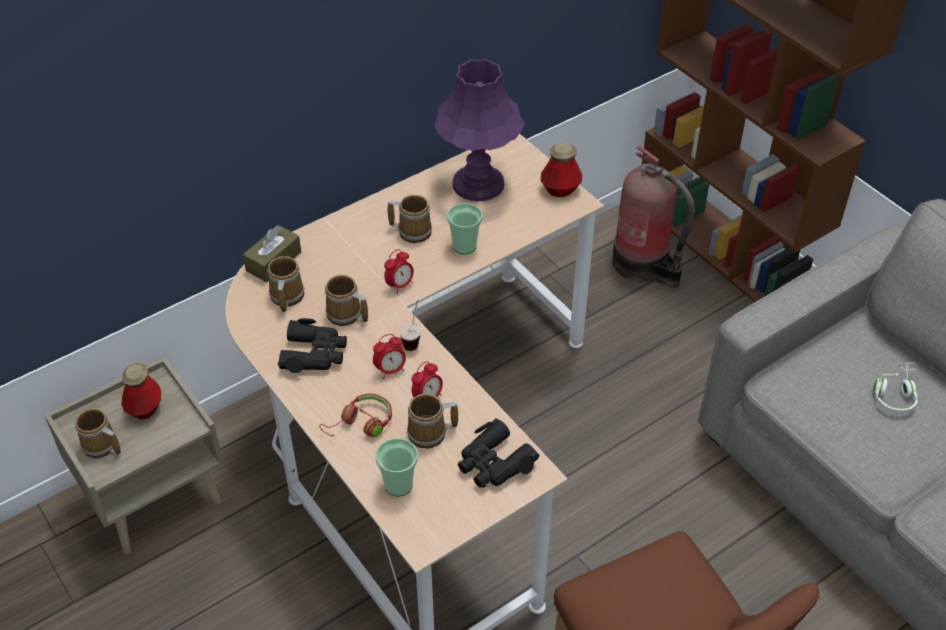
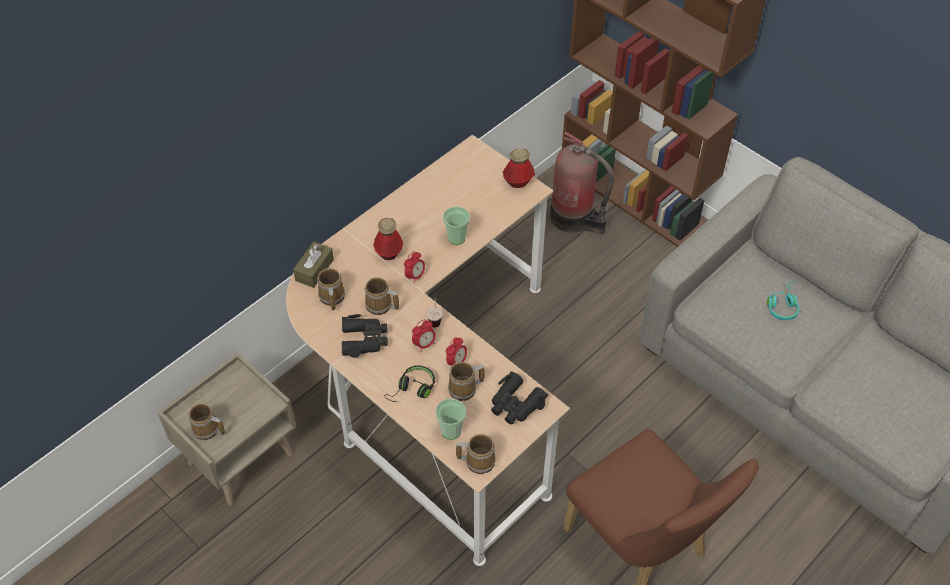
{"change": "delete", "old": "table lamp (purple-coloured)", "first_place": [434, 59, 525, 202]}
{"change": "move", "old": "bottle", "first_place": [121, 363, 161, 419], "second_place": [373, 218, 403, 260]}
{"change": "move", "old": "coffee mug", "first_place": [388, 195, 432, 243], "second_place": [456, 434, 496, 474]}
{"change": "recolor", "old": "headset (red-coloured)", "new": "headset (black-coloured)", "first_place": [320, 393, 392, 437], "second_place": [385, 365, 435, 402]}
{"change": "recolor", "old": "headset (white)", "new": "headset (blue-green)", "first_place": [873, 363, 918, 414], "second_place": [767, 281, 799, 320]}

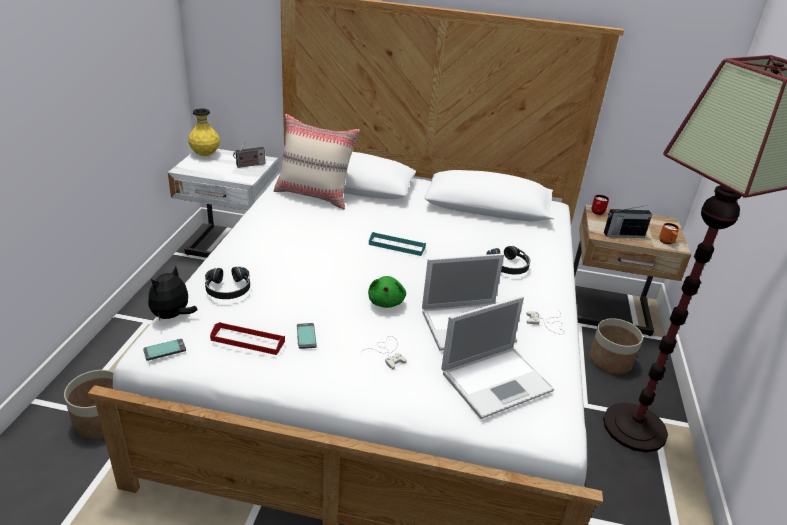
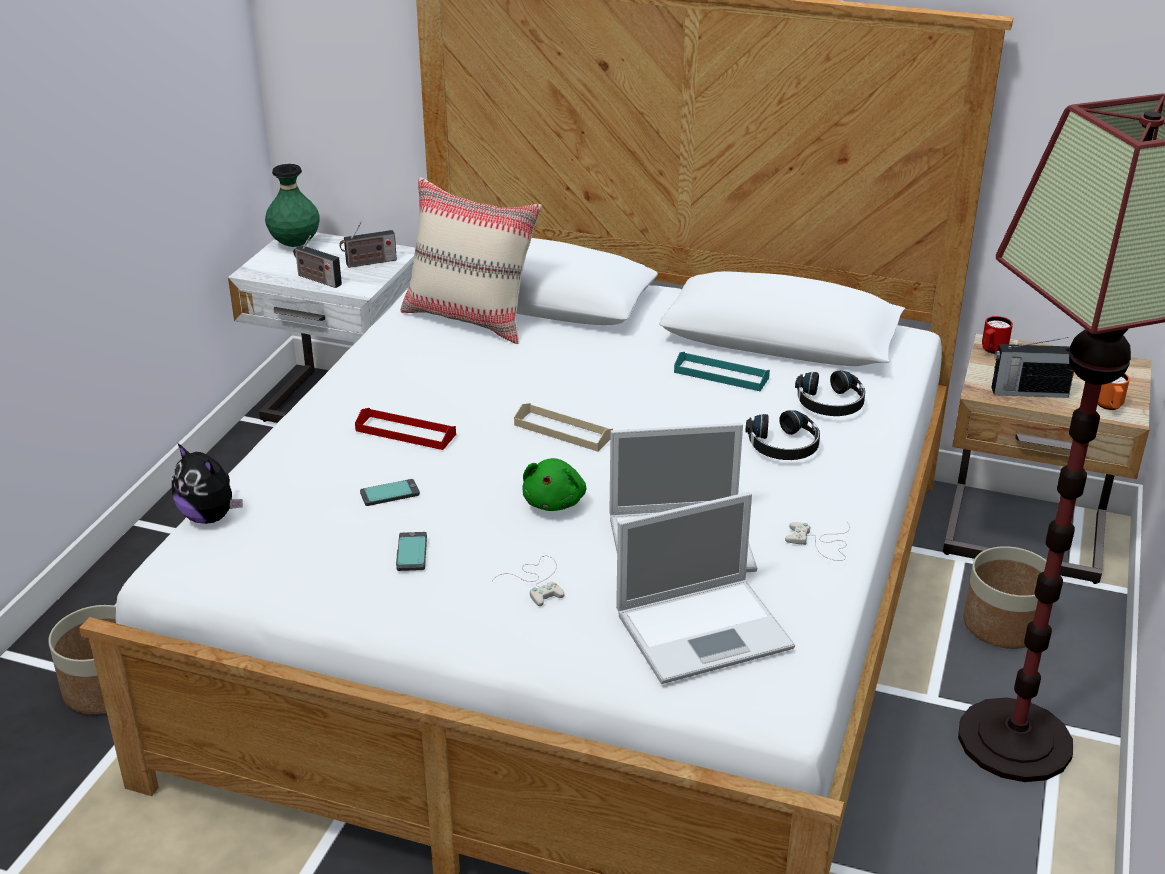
{"change": "insert", "new": "radio", "second_place": [293, 236, 342, 288]}
{"change": "insert", "new": "tray (beige-coloured)", "second_place": [514, 403, 613, 452]}
{"change": "move", "old": "phone", "first_place": [143, 339, 186, 361], "second_place": [360, 479, 420, 506]}
{"change": "move", "old": "headset (black-coloured)", "first_place": [205, 267, 250, 299], "second_place": [795, 371, 865, 416]}
{"change": "move", "old": "tray (red-coloured)", "first_place": [210, 322, 285, 355], "second_place": [355, 408, 456, 450]}
{"change": "move", "old": "tray (blue-green)", "first_place": [369, 232, 426, 256], "second_place": [674, 352, 770, 391]}
{"change": "recolor", "old": "flower vase (yellow-coloured)", "new": "flower vase (greenish)", "first_place": [188, 108, 220, 156], "second_place": [265, 164, 320, 247]}
{"change": "rotate", "old": "soft toy", "first_place": [148, 265, 197, 319], "second_place": [172, 443, 243, 524], "degrees": -90}

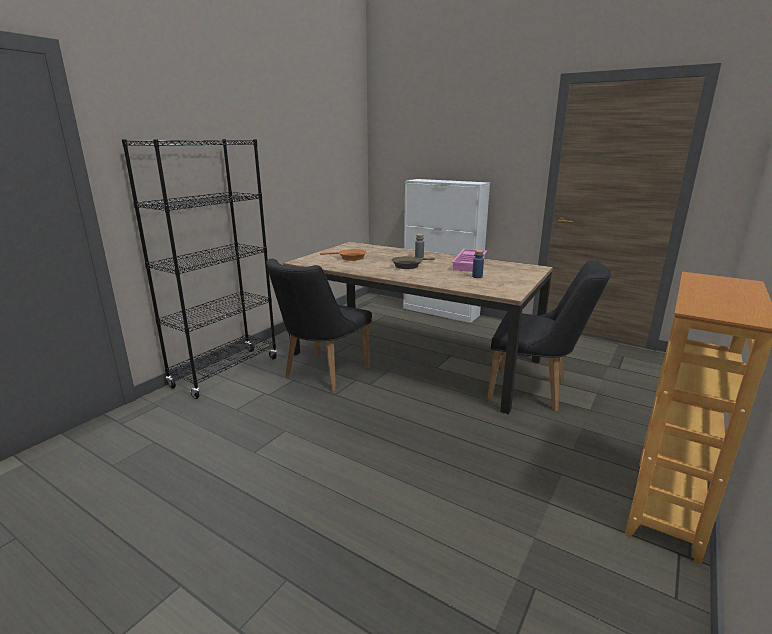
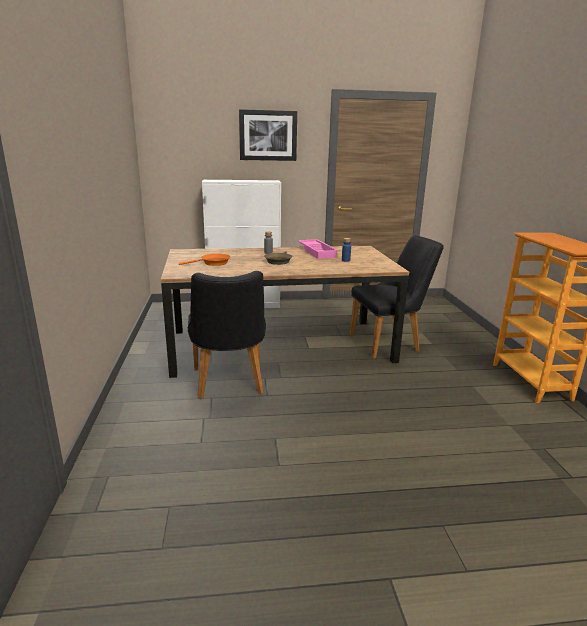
{"change": "delete", "old": "shelving unit (black-coloured)", "first_place": [122, 139, 277, 399]}
{"change": "insert", "new": "wall art", "second_place": [239, 109, 297, 161]}

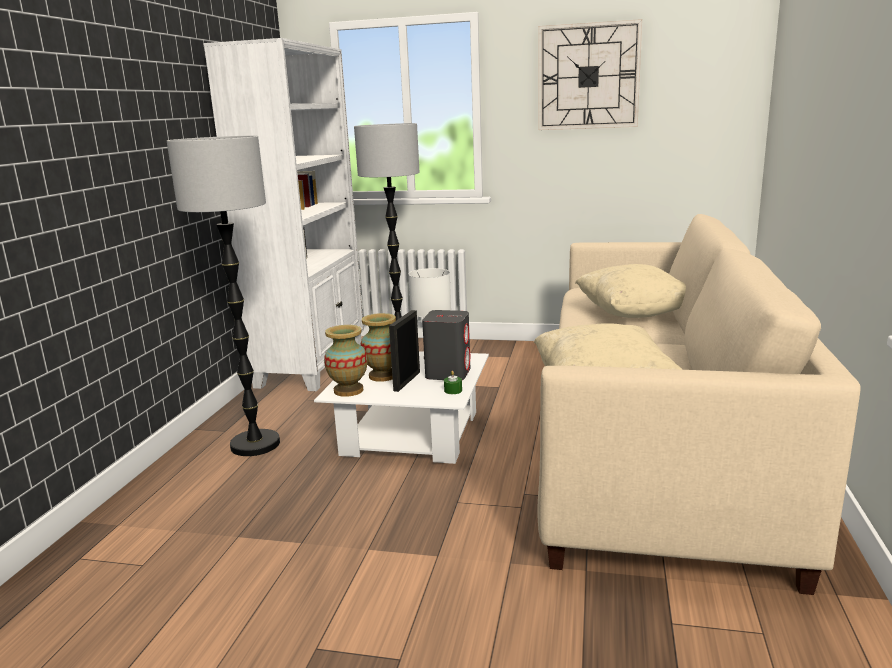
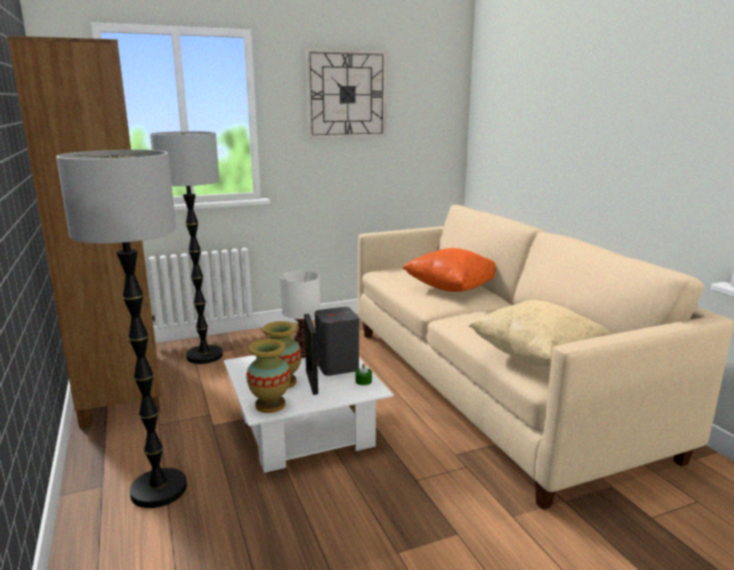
{"change": "recolor", "old": "shelving unit (white)", "new": "shelving unit (brownish)", "first_place": [203, 38, 364, 391], "second_place": [7, 36, 162, 428]}
{"change": "recolor", "old": "throw pillow (beige-coloured)", "new": "throw pillow (orange)", "first_place": [575, 264, 686, 318], "second_place": [402, 248, 496, 292]}

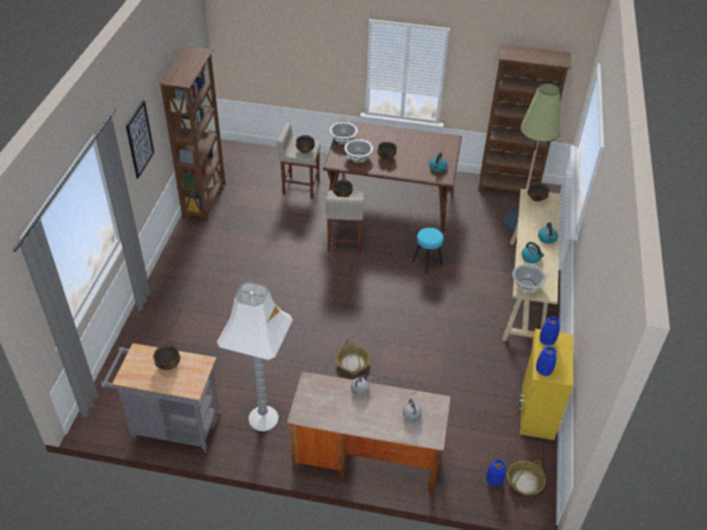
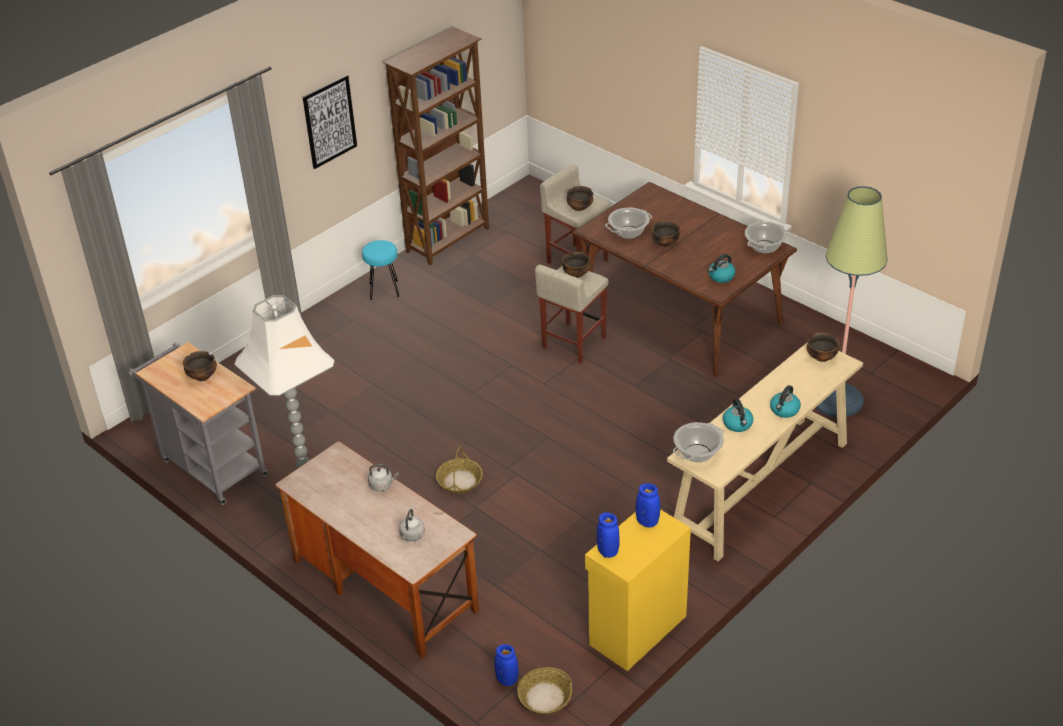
{"change": "delete", "old": "shelving unit (brownish)", "first_place": [478, 44, 571, 192]}
{"change": "move", "old": "saucepot", "first_place": [330, 122, 358, 144], "second_place": [745, 222, 787, 254]}
{"change": "move", "old": "stool seat (blue-green)", "first_place": [412, 228, 444, 273], "second_place": [362, 240, 400, 300]}

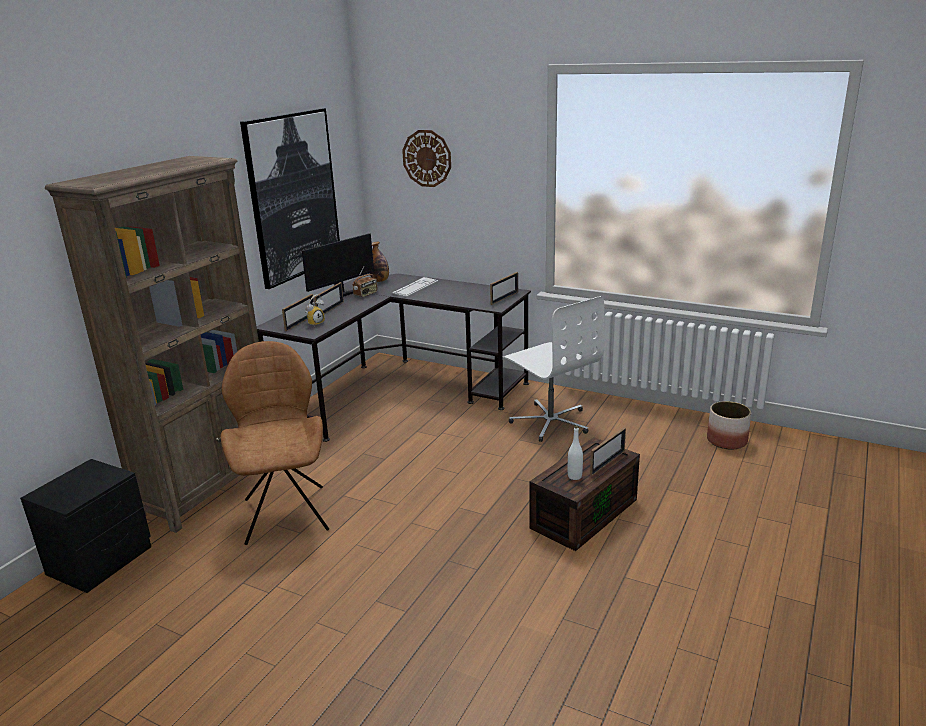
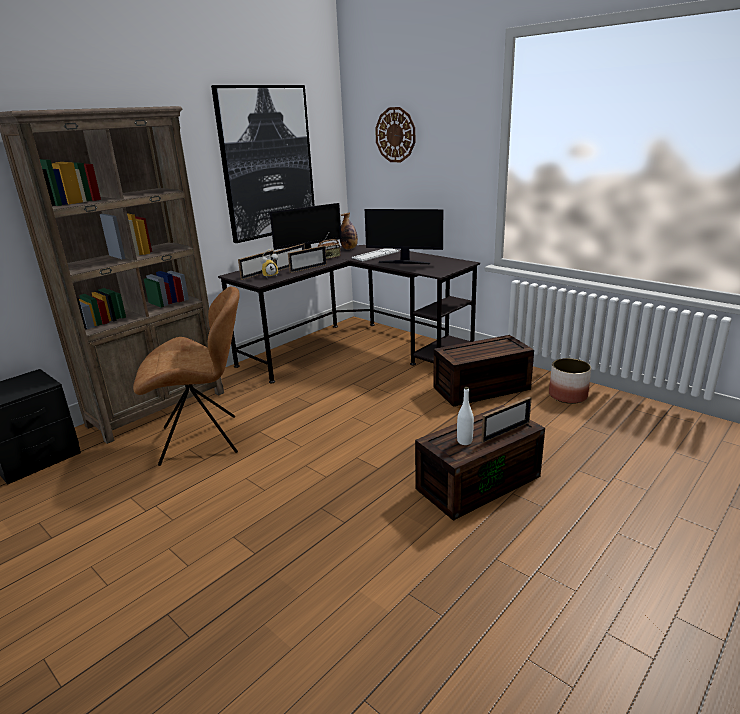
{"change": "insert", "new": "computer screen", "second_place": [365, 209, 443, 264]}
{"change": "move", "old": "standing frame", "first_place": [490, 272, 518, 305], "second_place": [288, 246, 327, 273]}
{"change": "move", "old": "planter", "first_place": [707, 401, 751, 450], "second_place": [549, 358, 591, 404]}
{"change": "replace", "old": "computer chair (white)", "new": "storage container (brownish)", "first_place": [504, 296, 604, 442], "second_place": [433, 335, 534, 407]}
{"change": "rotate", "old": "upright chair (brownish)", "first_place": [220, 341, 329, 545], "second_place": [133, 287, 240, 466], "degrees": 75}

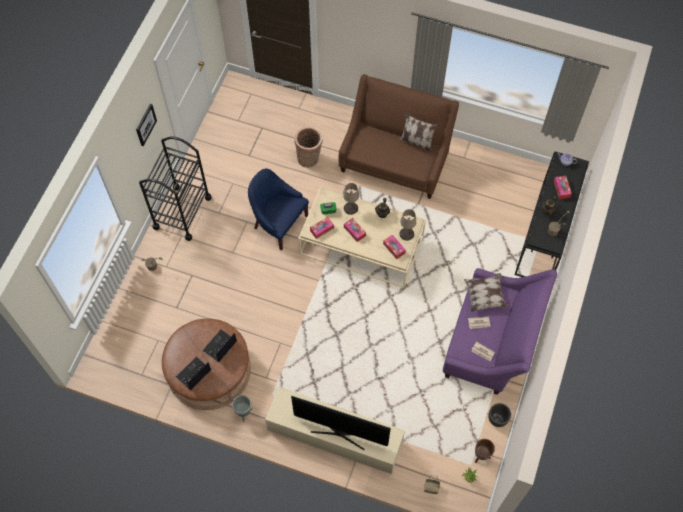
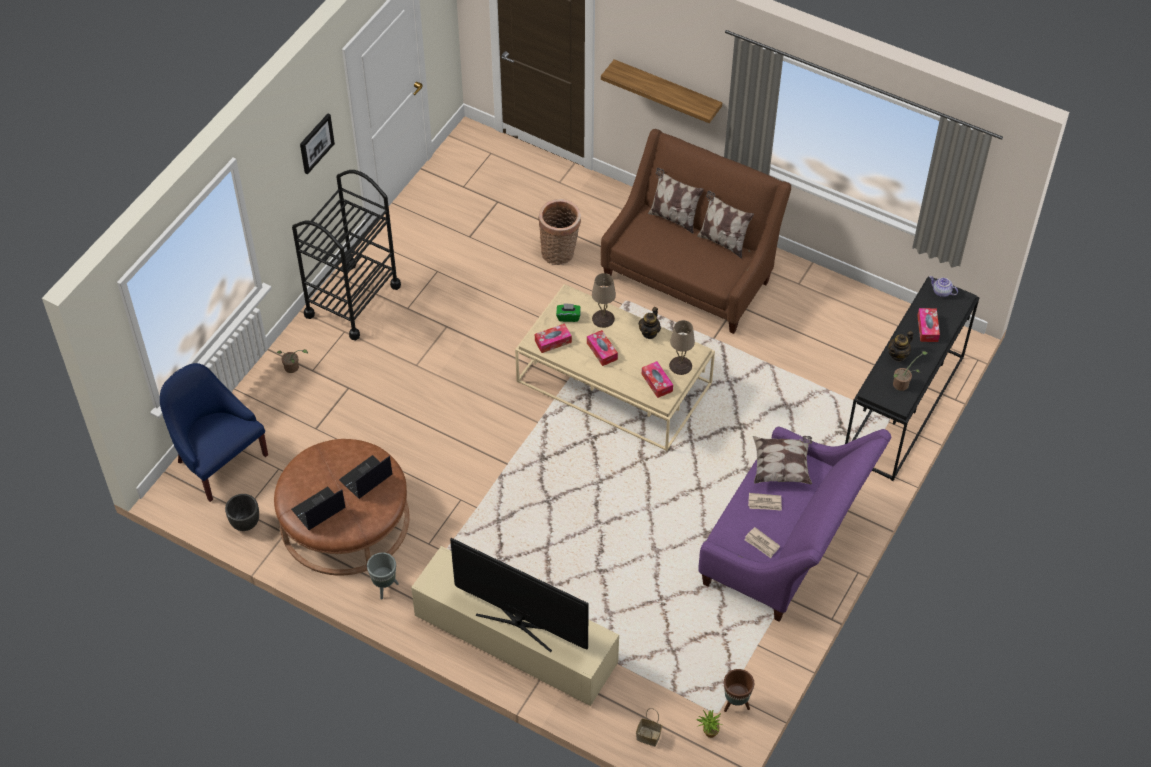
{"change": "insert", "new": "shelf", "second_place": [601, 59, 722, 123]}
{"change": "insert", "new": "throw pillow", "second_place": [648, 168, 704, 234]}
{"change": "move", "old": "armchair (bluish)", "first_place": [248, 168, 309, 251], "second_place": [160, 363, 268, 502]}
{"change": "move", "old": "planter (black-coloured)", "first_place": [488, 403, 511, 427], "second_place": [225, 494, 259, 531]}

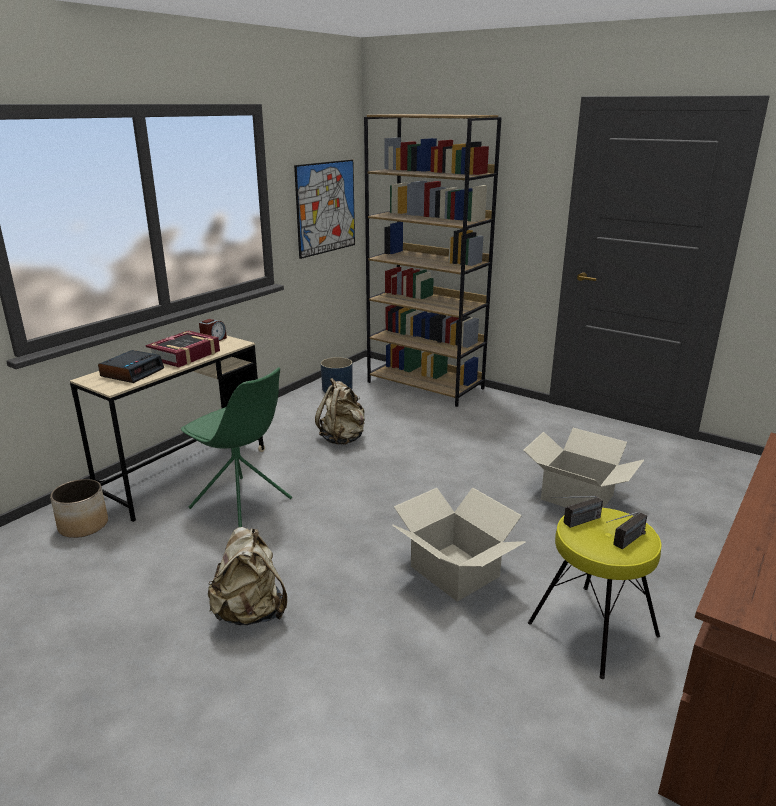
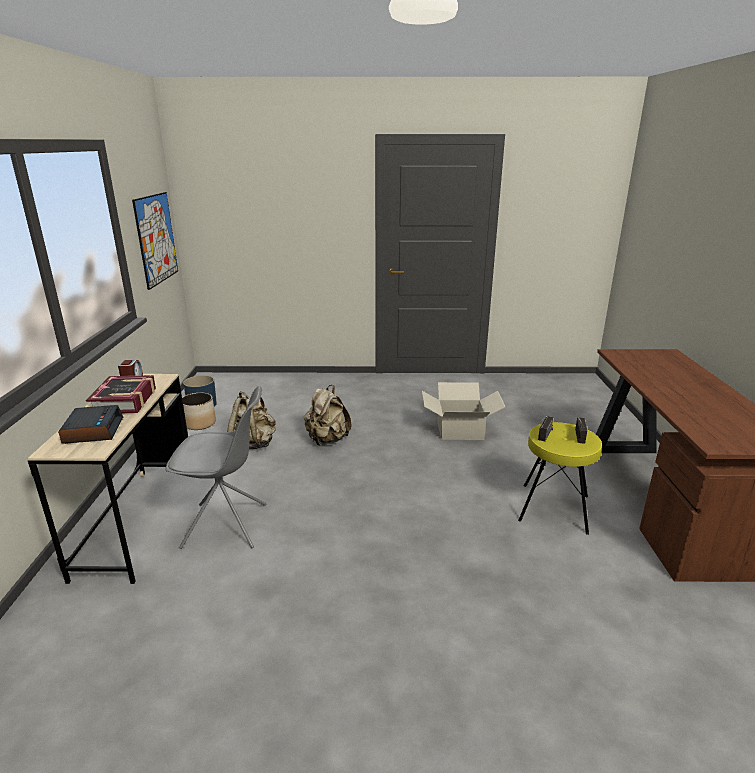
{"change": "delete", "old": "shelving unit (brownish)", "first_place": [364, 114, 502, 407]}
{"change": "delete", "old": "packing box", "first_place": [392, 488, 526, 602]}
{"change": "move", "old": "planter", "first_place": [50, 479, 108, 538], "second_place": [182, 393, 216, 430]}
{"change": "move", "old": "knapsack (beige-coloured)", "first_place": [208, 527, 287, 625], "second_place": [304, 385, 351, 445]}
{"change": "recolor", "old": "upright chair (greenish)", "new": "upright chair (gray)", "first_place": [181, 367, 292, 527], "second_place": [165, 386, 266, 549]}

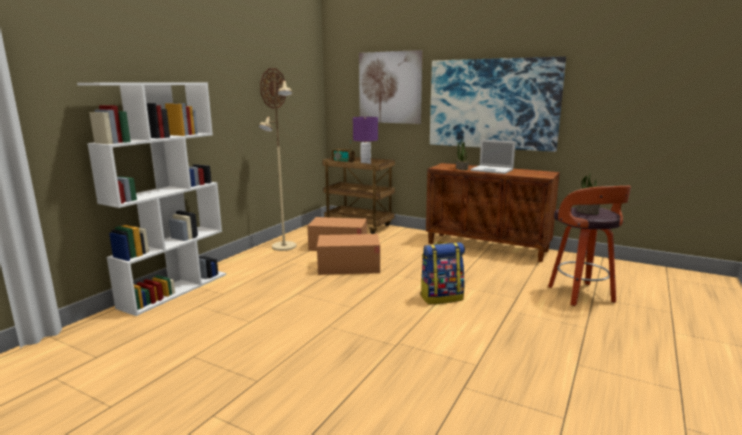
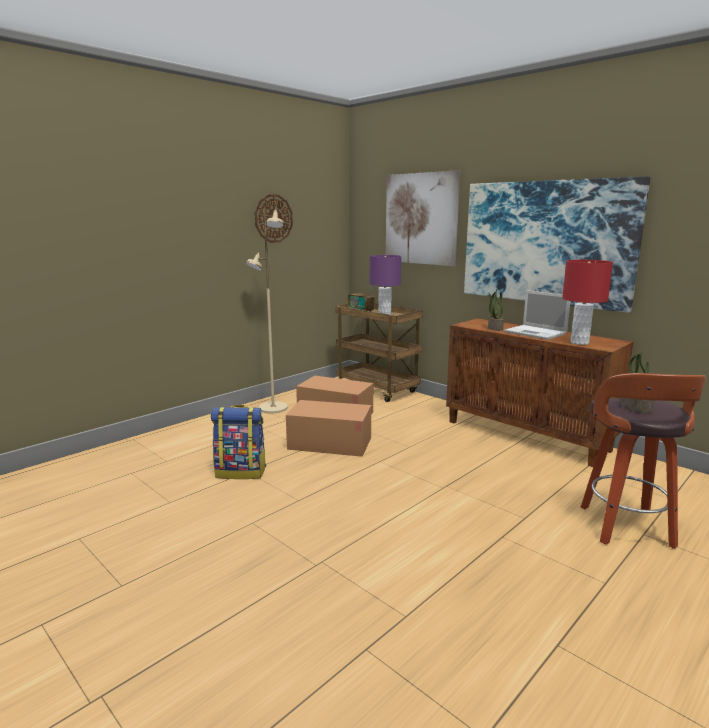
{"change": "delete", "old": "shelving unit (white)", "first_place": [77, 83, 226, 316]}
{"change": "insert", "new": "table lamp (red-coloured)", "second_place": [562, 260, 613, 345]}
{"change": "move", "old": "knapsack", "first_place": [420, 242, 465, 304], "second_place": [211, 405, 266, 479]}

